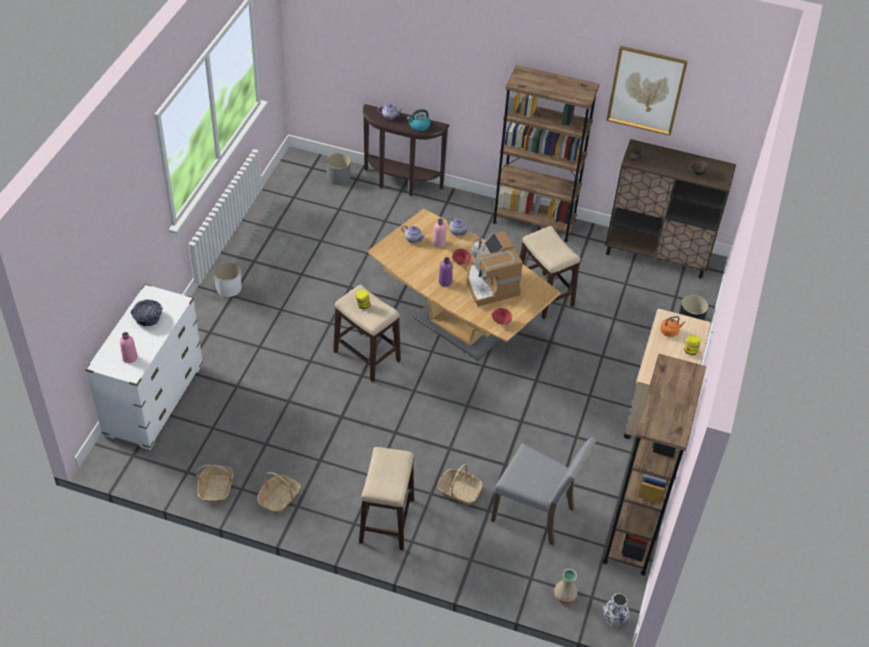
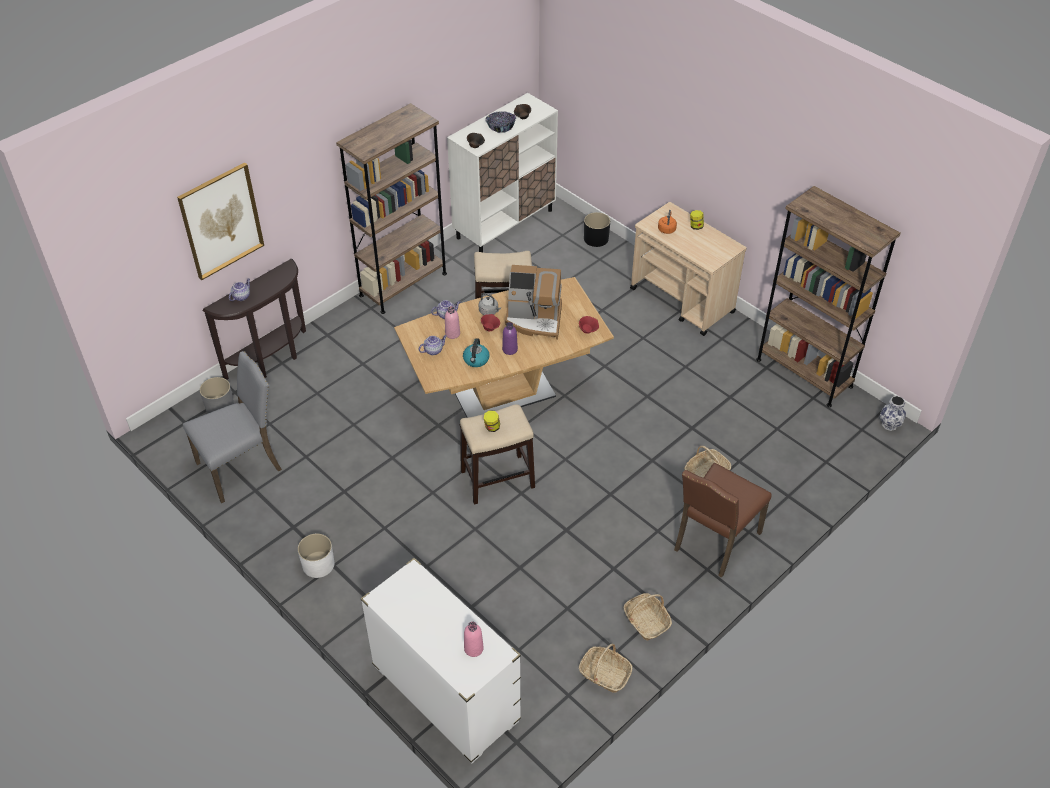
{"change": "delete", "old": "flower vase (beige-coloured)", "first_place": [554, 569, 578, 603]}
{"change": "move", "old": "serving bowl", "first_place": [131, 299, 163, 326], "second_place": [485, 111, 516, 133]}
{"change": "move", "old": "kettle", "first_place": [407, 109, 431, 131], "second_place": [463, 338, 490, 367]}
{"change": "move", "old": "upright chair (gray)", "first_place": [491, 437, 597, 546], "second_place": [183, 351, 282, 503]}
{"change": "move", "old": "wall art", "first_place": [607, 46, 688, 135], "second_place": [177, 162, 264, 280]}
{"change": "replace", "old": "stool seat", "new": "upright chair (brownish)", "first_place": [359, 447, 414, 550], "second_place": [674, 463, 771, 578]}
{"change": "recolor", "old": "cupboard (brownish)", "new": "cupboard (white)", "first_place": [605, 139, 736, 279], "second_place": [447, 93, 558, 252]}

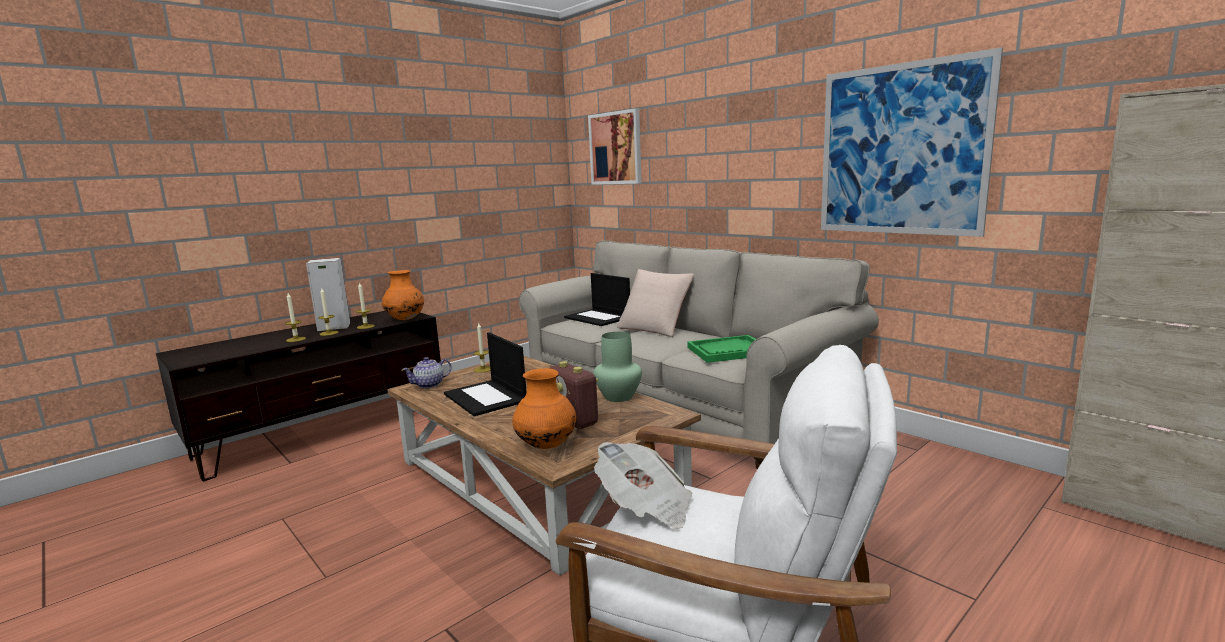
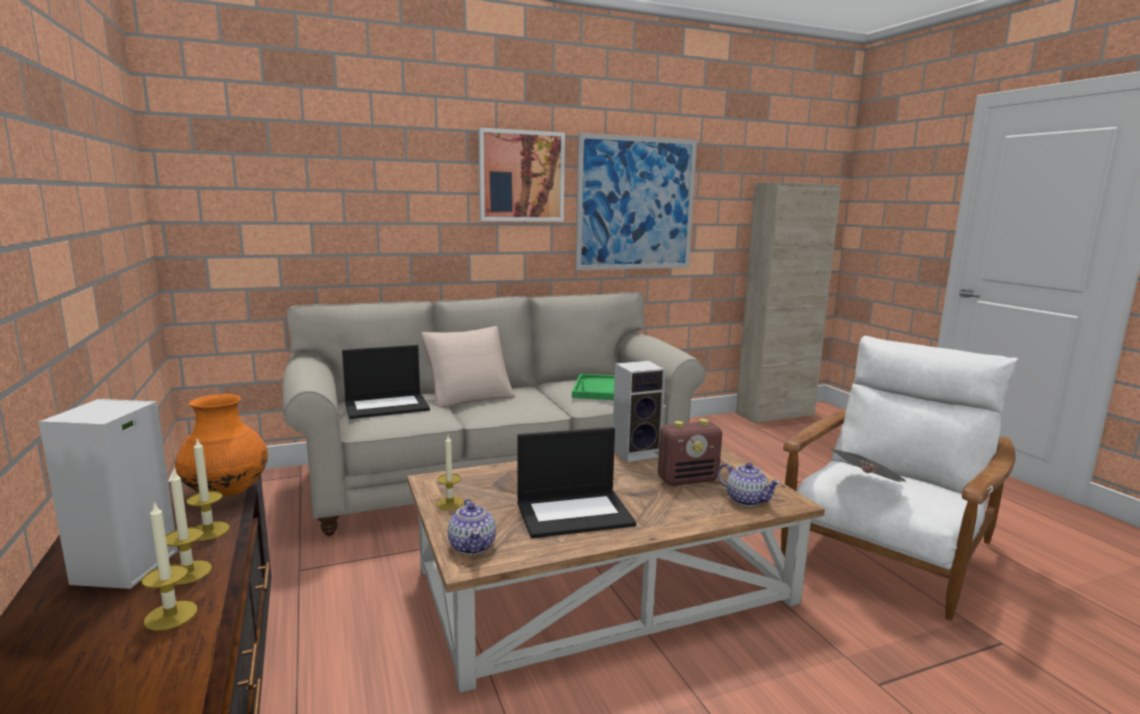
{"change": "move", "old": "wall art", "first_place": [588, 108, 642, 185], "second_place": [478, 127, 565, 221]}
{"change": "replace", "old": "flower vase (orange)", "new": "pot for tea", "first_place": [512, 368, 576, 449], "second_place": [717, 463, 781, 507]}
{"change": "replace", "old": "flower vase (greenish)", "new": "speaker", "first_place": [593, 332, 642, 402], "second_place": [613, 361, 665, 462]}

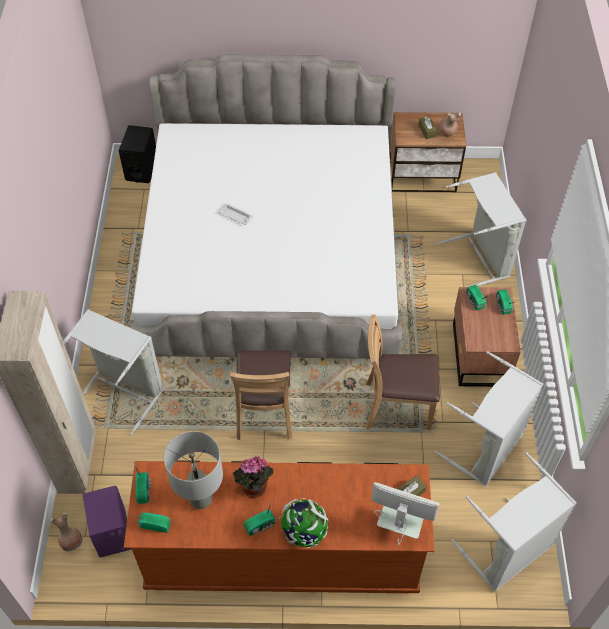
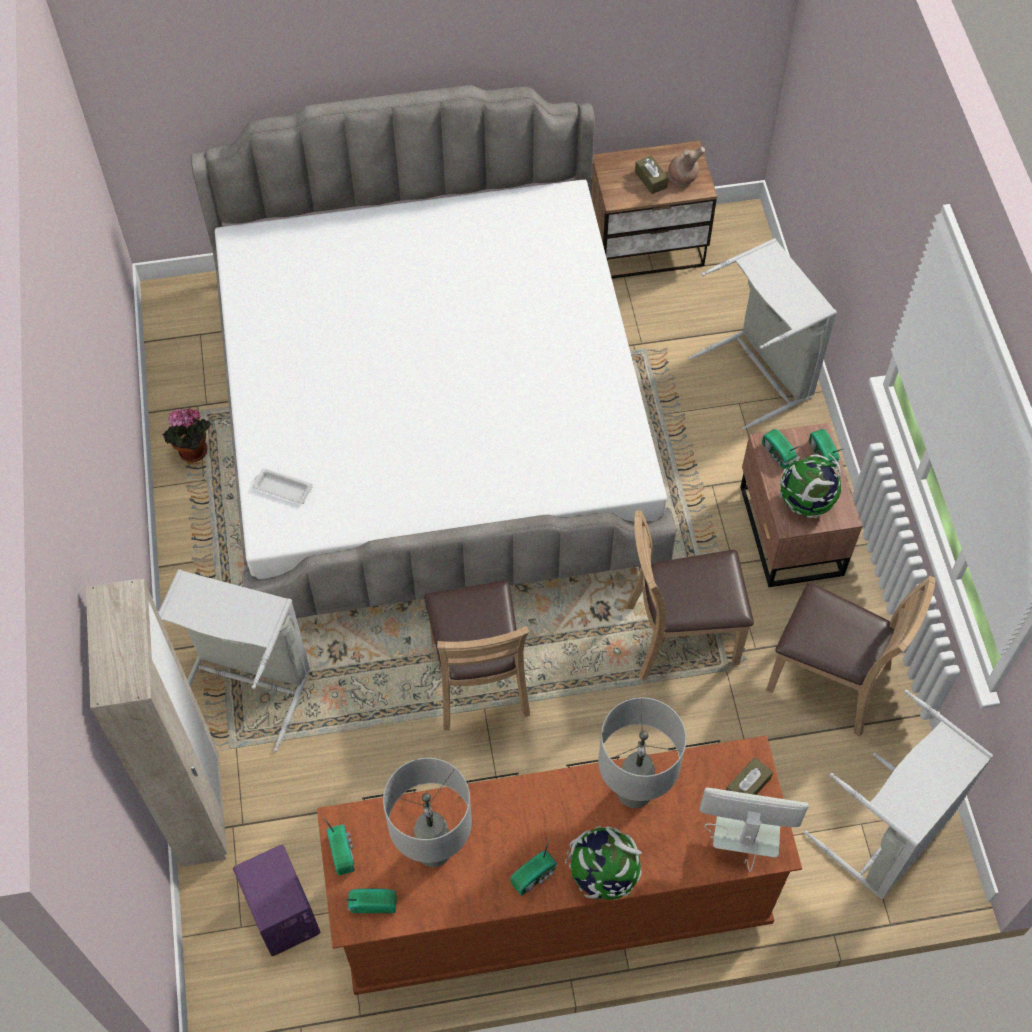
{"change": "delete", "old": "flower vase (brownish)", "first_place": [51, 512, 83, 552]}
{"change": "delete", "old": "speaker (black-coloured)", "first_place": [119, 125, 156, 183]}
{"change": "insert", "new": "table lamp (gray)", "second_place": [598, 698, 686, 808]}
{"change": "insert", "new": "desk globe", "second_place": [780, 453, 842, 518]}
{"change": "move", "old": "tray (white)", "first_place": [218, 203, 253, 225], "second_place": [253, 468, 313, 504]}
{"change": "move", "old": "potted plant", "first_place": [233, 456, 273, 498], "second_place": [162, 408, 210, 463]}
{"change": "replace", "old": "laundry basket (gray)", "new": "upright chair (brownish)", "first_place": [434, 351, 543, 486], "second_place": [766, 576, 936, 737]}

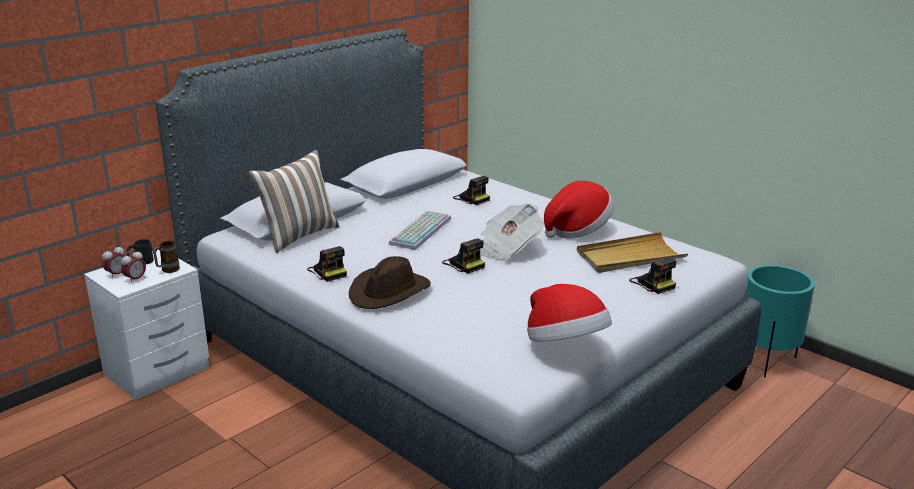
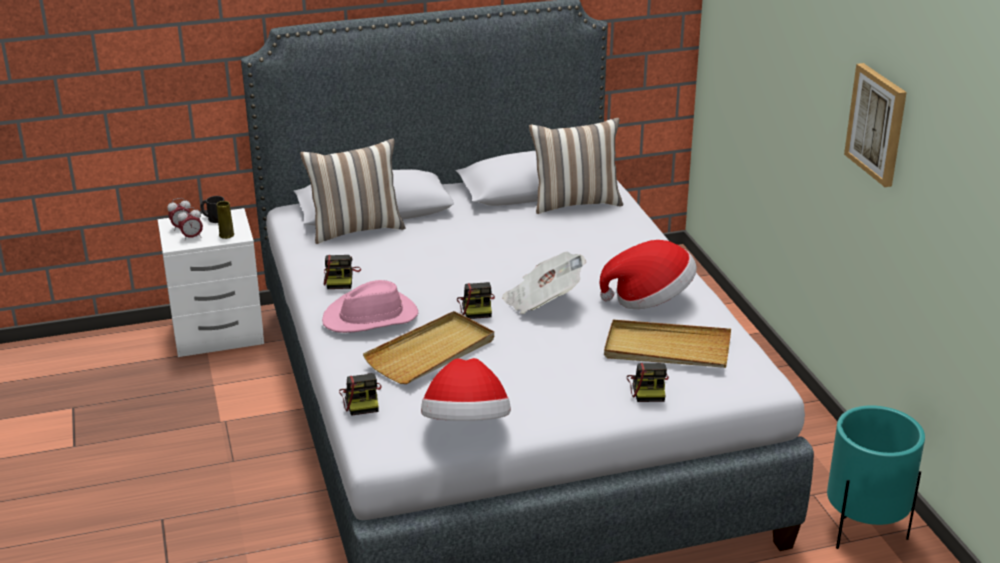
{"change": "delete", "old": "keyboard", "first_place": [389, 210, 451, 250]}
{"change": "insert", "new": "tray (beige-coloured)", "second_place": [363, 311, 494, 384]}
{"change": "insert", "new": "throw pillow", "second_place": [529, 118, 623, 214]}
{"change": "insert", "new": "wall art", "second_place": [844, 63, 907, 187]}
{"change": "move", "old": "still camera", "first_place": [453, 176, 490, 205], "second_place": [339, 373, 382, 416]}
{"change": "replace", "old": "coffee mug", "new": "flower vase (yellow-coloured)", "first_place": [153, 241, 180, 273], "second_place": [216, 201, 234, 239]}
{"change": "recolor", "old": "wearable hat (brownish)", "new": "wearable hat (pink-coloured)", "first_place": [349, 256, 431, 309], "second_place": [322, 280, 418, 333]}

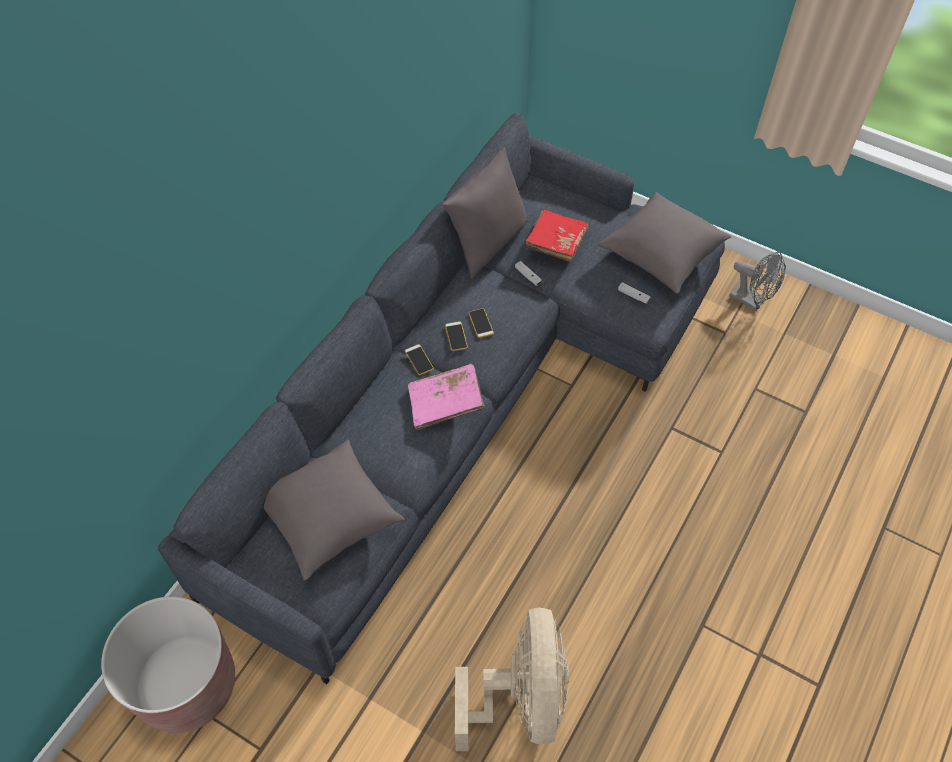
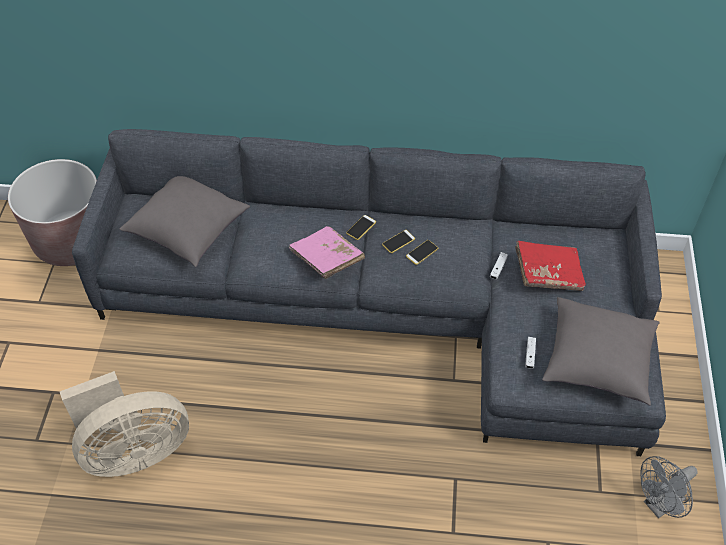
{"change": "delete", "old": "throw pillow (gray)", "first_place": [442, 147, 528, 279]}
{"change": "rotate", "old": "cooling fan (gray)", "first_place": [729, 251, 786, 311], "second_place": [640, 456, 698, 518], "degrees": 45}

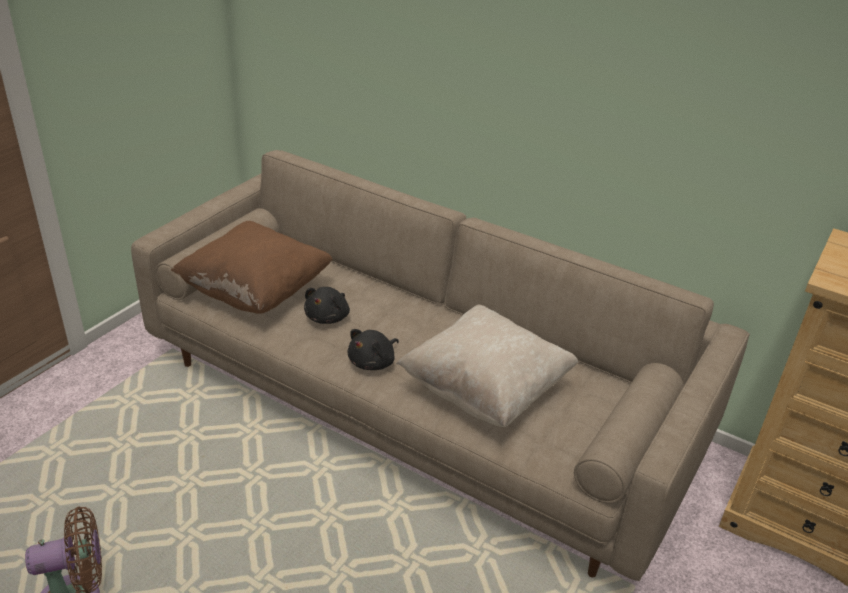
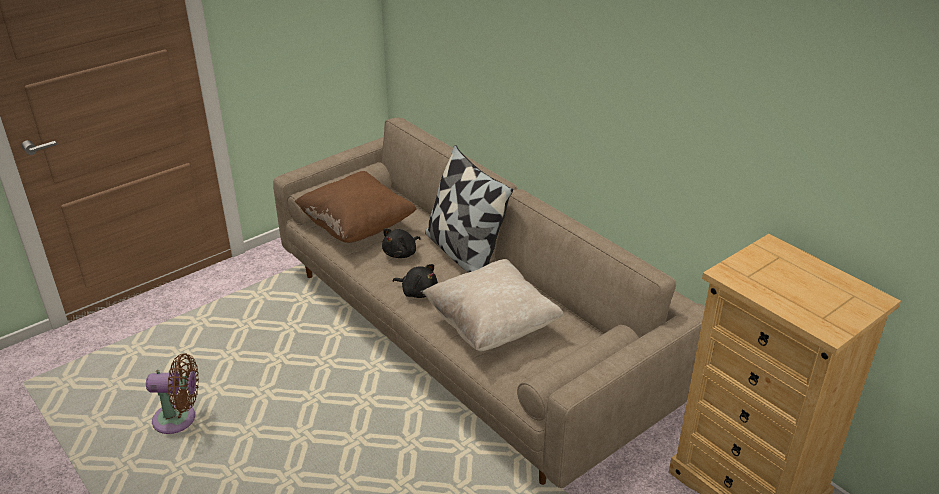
{"change": "insert", "new": "throw pillow", "second_place": [425, 145, 513, 272]}
{"change": "rotate", "old": "soft toy (black-coloured)", "first_place": [348, 329, 399, 370], "second_place": [393, 264, 438, 298], "degrees": -120}

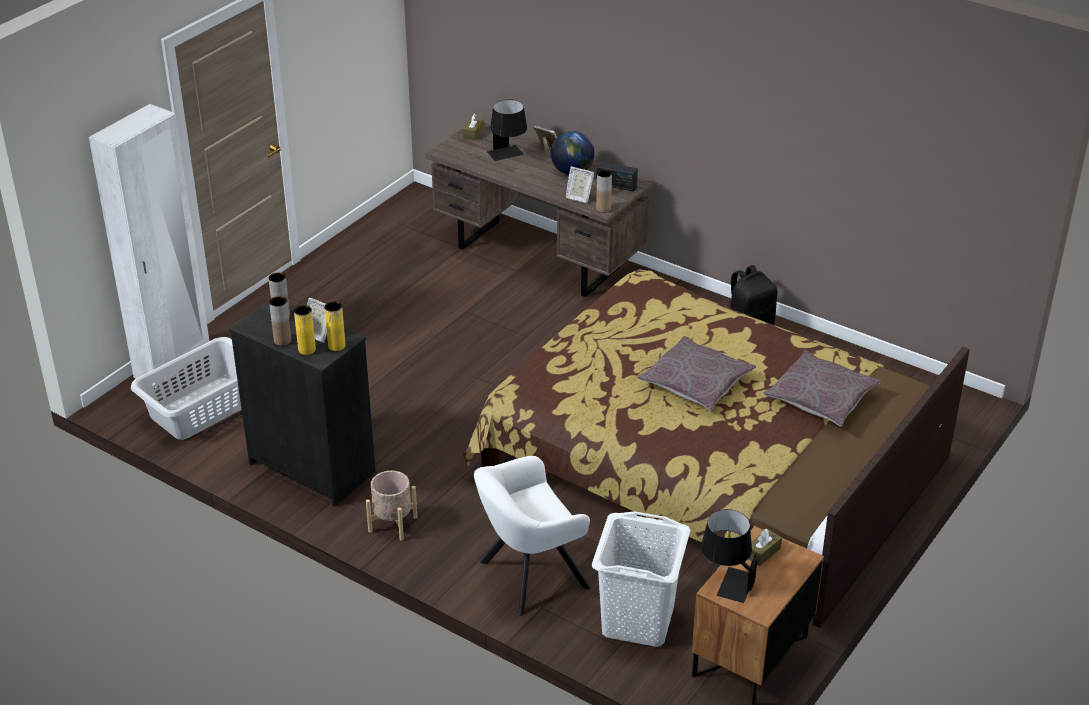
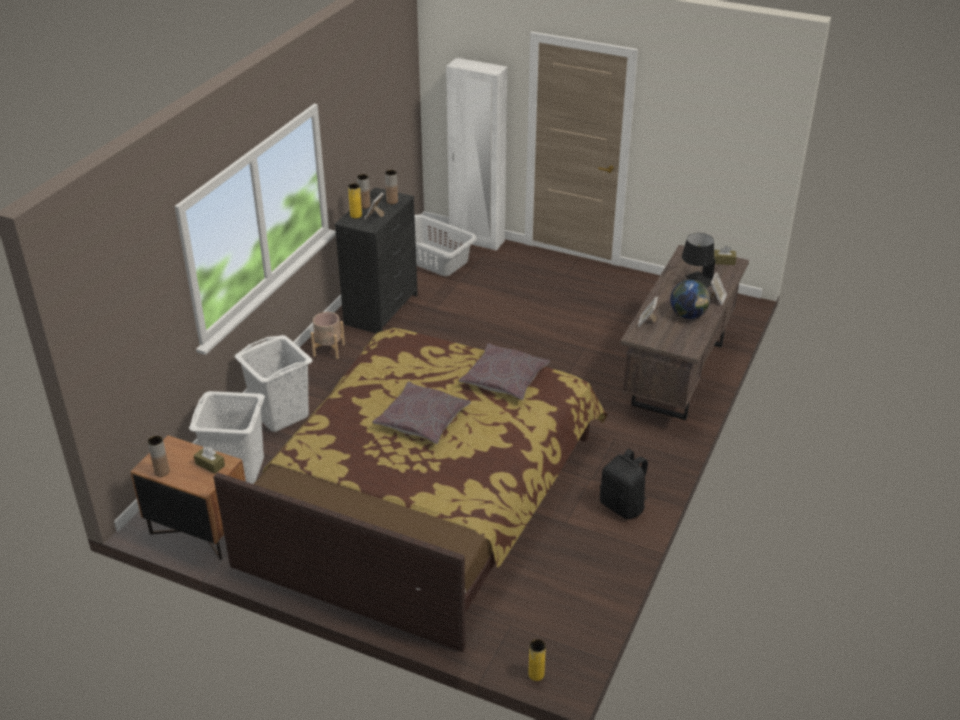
{"change": "delete", "old": "radio", "first_place": [596, 162, 638, 191]}
{"change": "delete", "old": "table lamp (black-coloured)", "first_place": [701, 509, 758, 603]}
{"change": "move", "old": "flower vase (yellow-coloured)", "first_place": [324, 301, 346, 351], "second_place": [528, 639, 546, 681]}
{"change": "move", "old": "flower vase (brownish)", "first_place": [596, 170, 612, 213], "second_place": [148, 436, 170, 477]}
{"change": "move", "old": "throw pillow (gray)", "first_place": [763, 350, 882, 427], "second_place": [459, 343, 550, 400]}
{"change": "replace", "old": "armchair (white)", "new": "laundry basket (white)", "first_place": [474, 456, 591, 616], "second_place": [235, 335, 312, 432]}

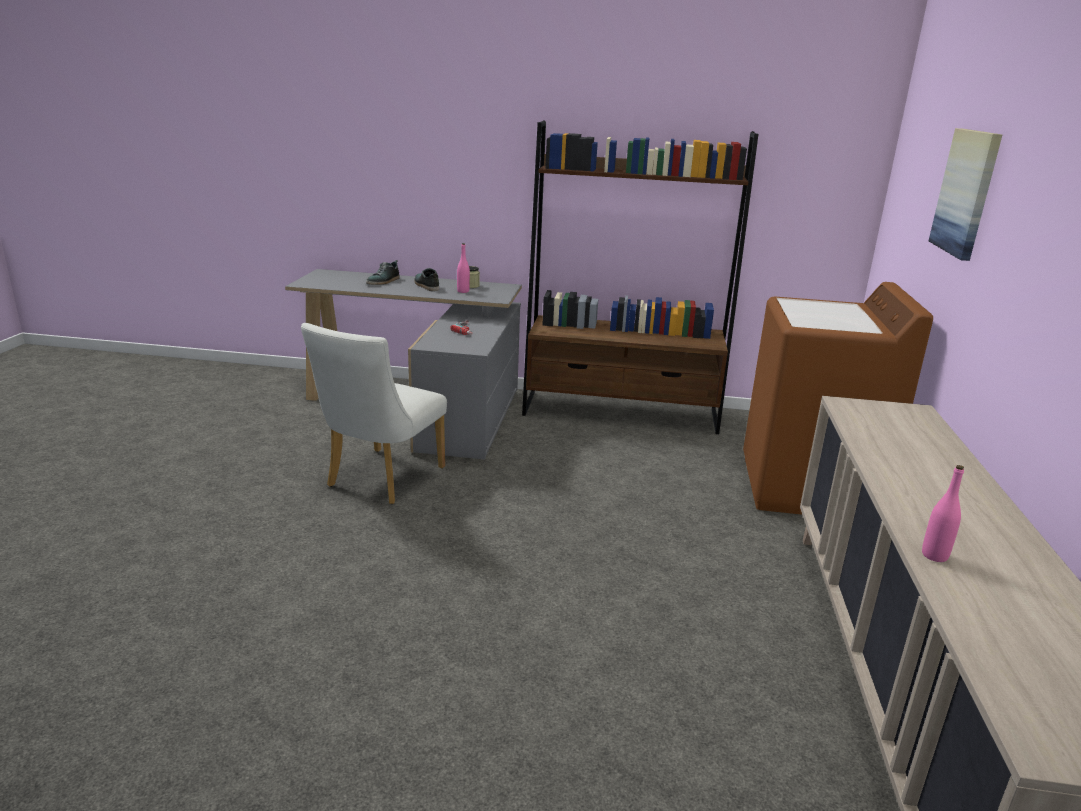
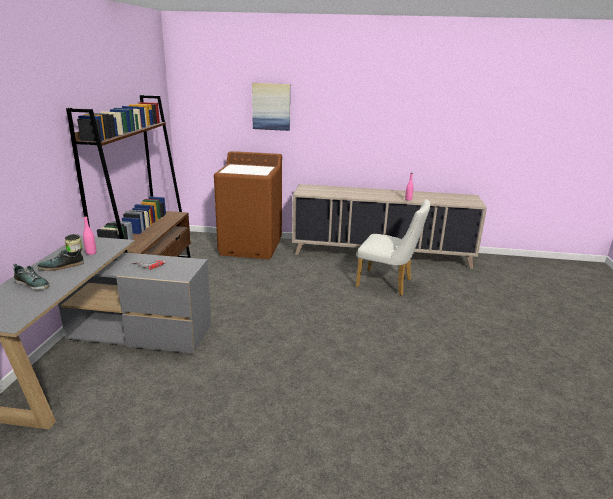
{"change": "move", "old": "upright chair (white)", "first_place": [301, 323, 447, 504], "second_place": [356, 199, 430, 295]}

